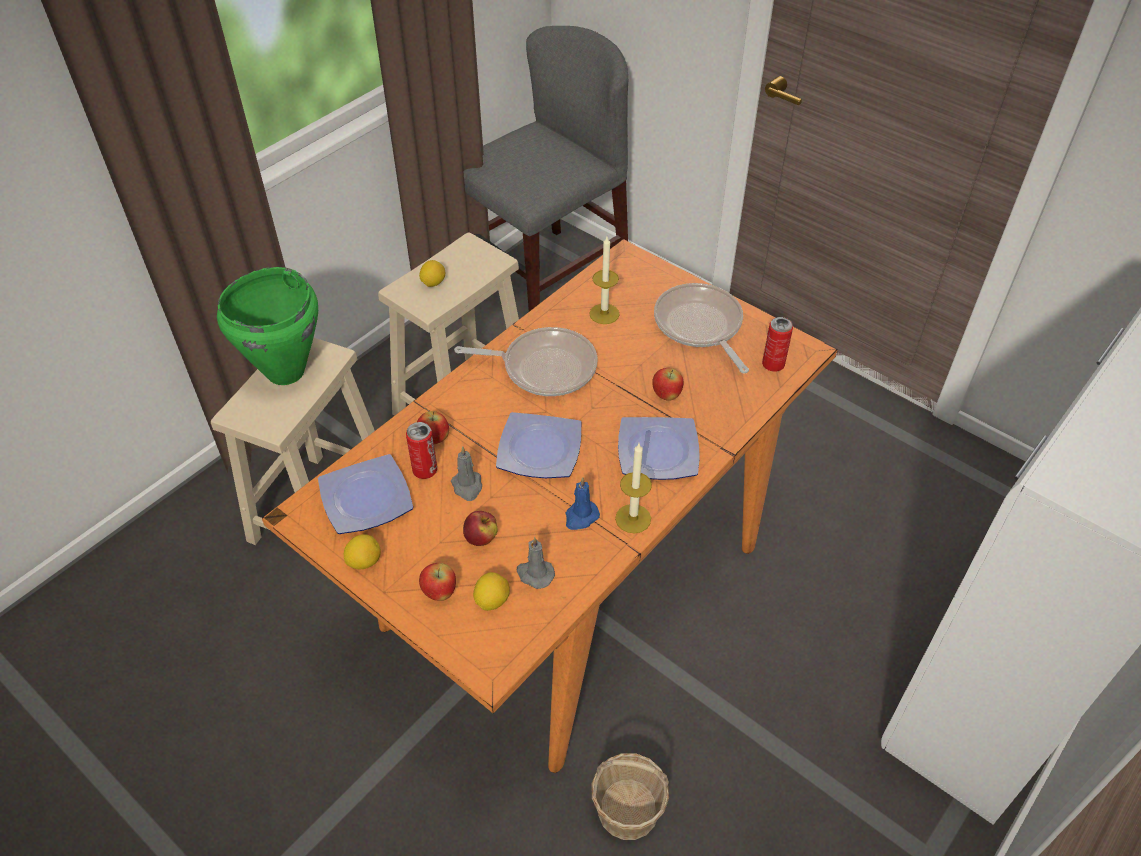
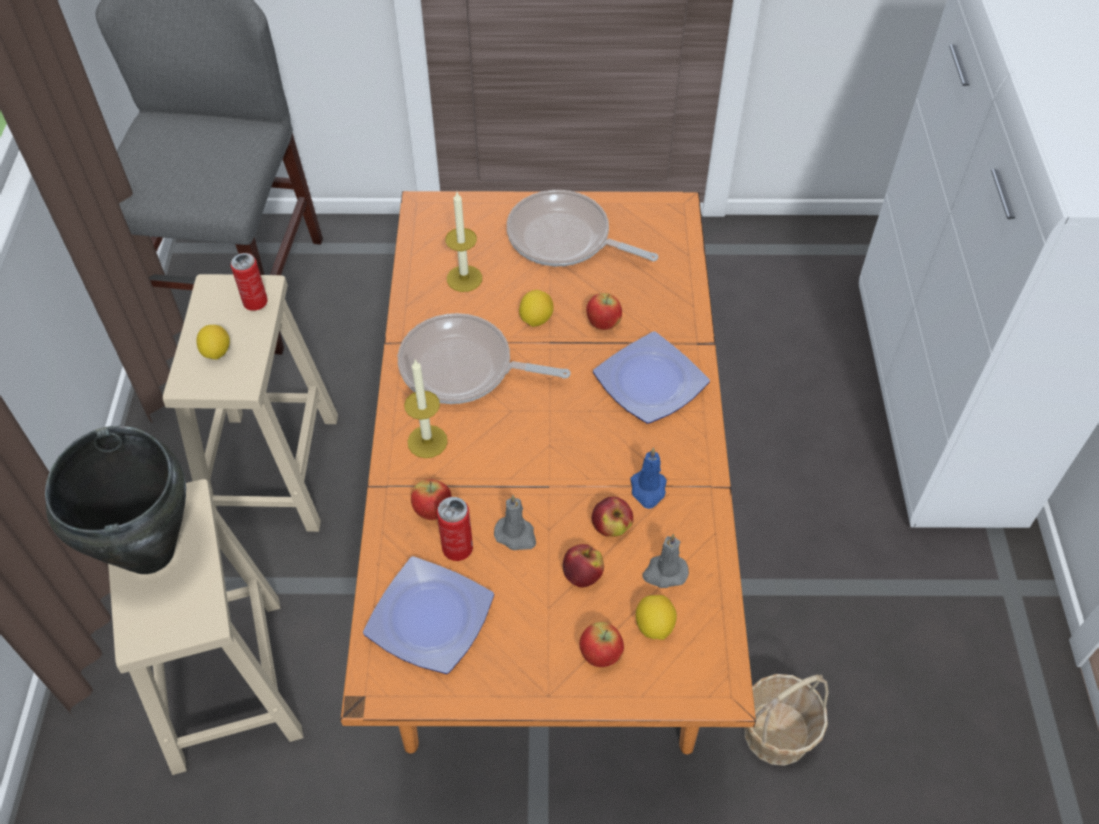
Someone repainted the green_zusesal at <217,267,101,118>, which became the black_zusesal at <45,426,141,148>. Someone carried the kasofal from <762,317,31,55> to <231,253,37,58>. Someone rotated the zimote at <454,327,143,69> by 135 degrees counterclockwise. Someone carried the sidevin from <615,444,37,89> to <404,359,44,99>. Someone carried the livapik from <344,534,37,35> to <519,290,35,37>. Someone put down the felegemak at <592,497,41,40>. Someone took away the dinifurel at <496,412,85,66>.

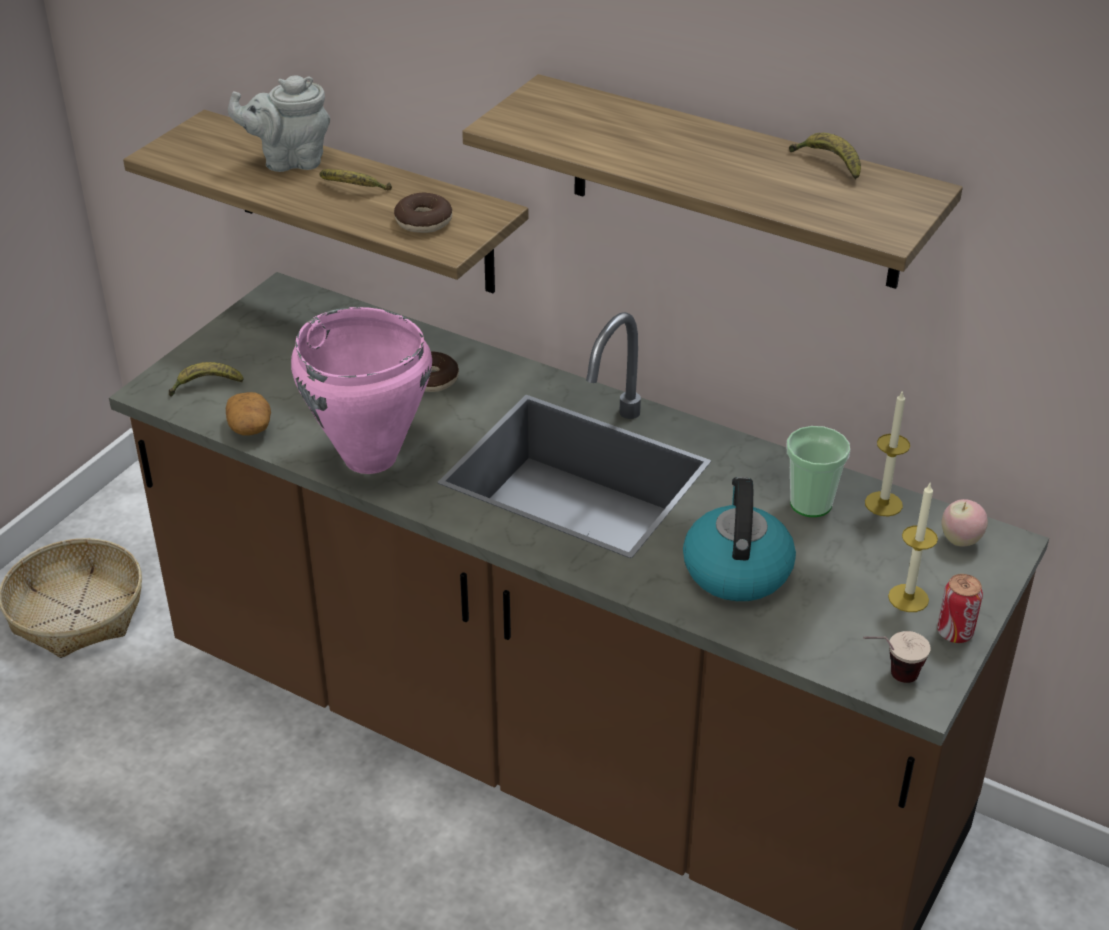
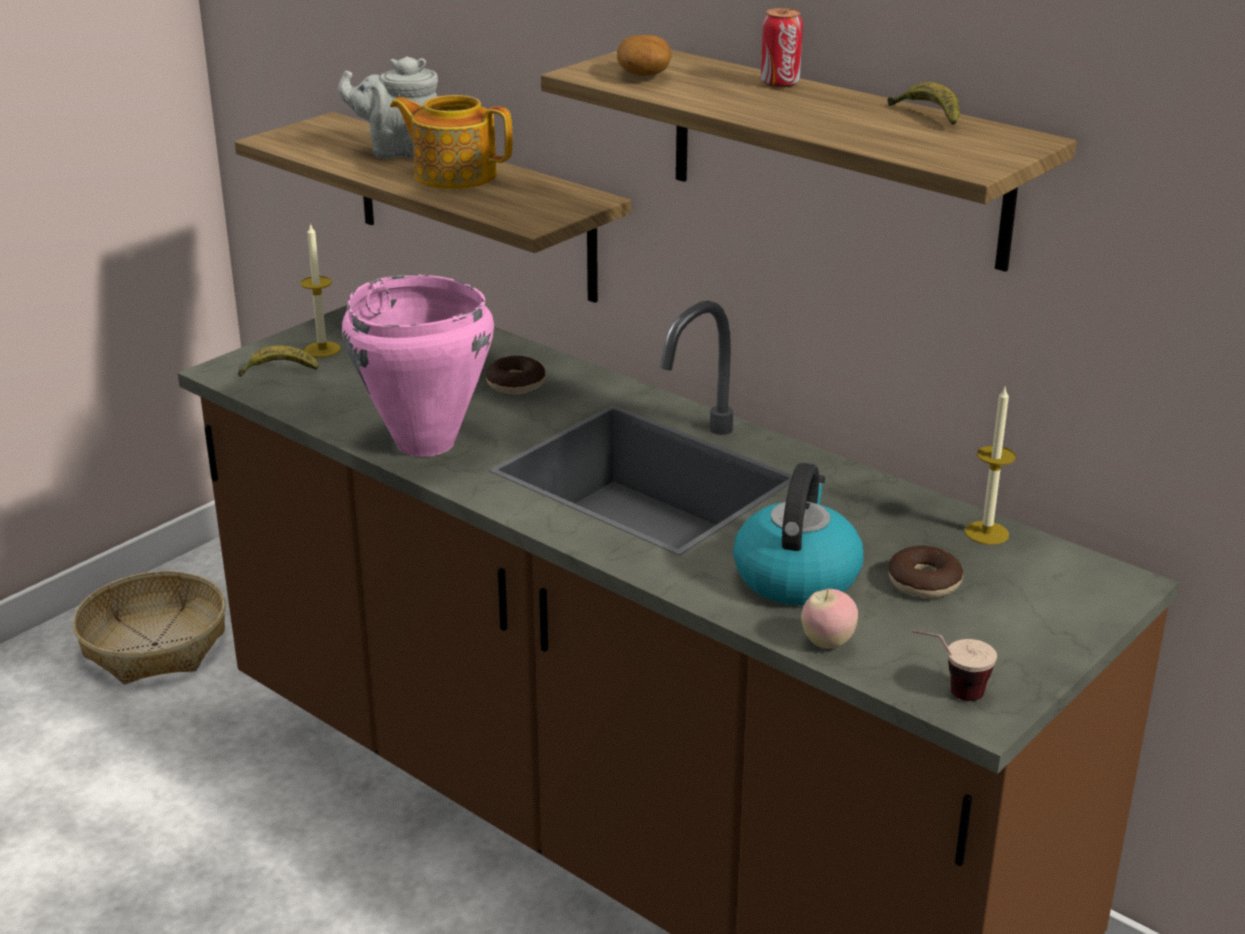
Someone carried the sidevin from <888,483,50,129> to <300,223,41,134>. Someone swapped the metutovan at <319,169,73,21> for the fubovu at <390,95,123,94>. Someone carried the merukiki from <226,392,45,44> to <617,35,55,41>. Someone carried the kasofal from <937,574,46,69> to <761,8,42,80>. Someone carried the felegemak from <941,499,47,48> to <801,589,57,60>. Someone carried the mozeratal from <394,193,58,40> to <888,546,75,52>. Someone took away the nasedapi at <786,426,64,91>.

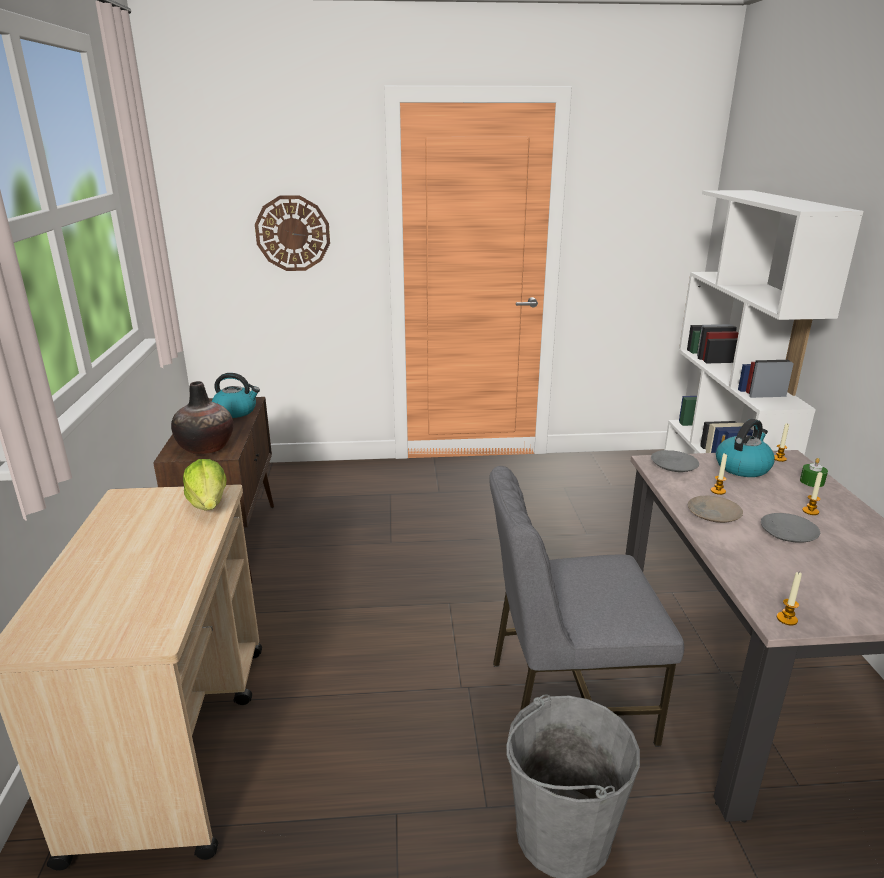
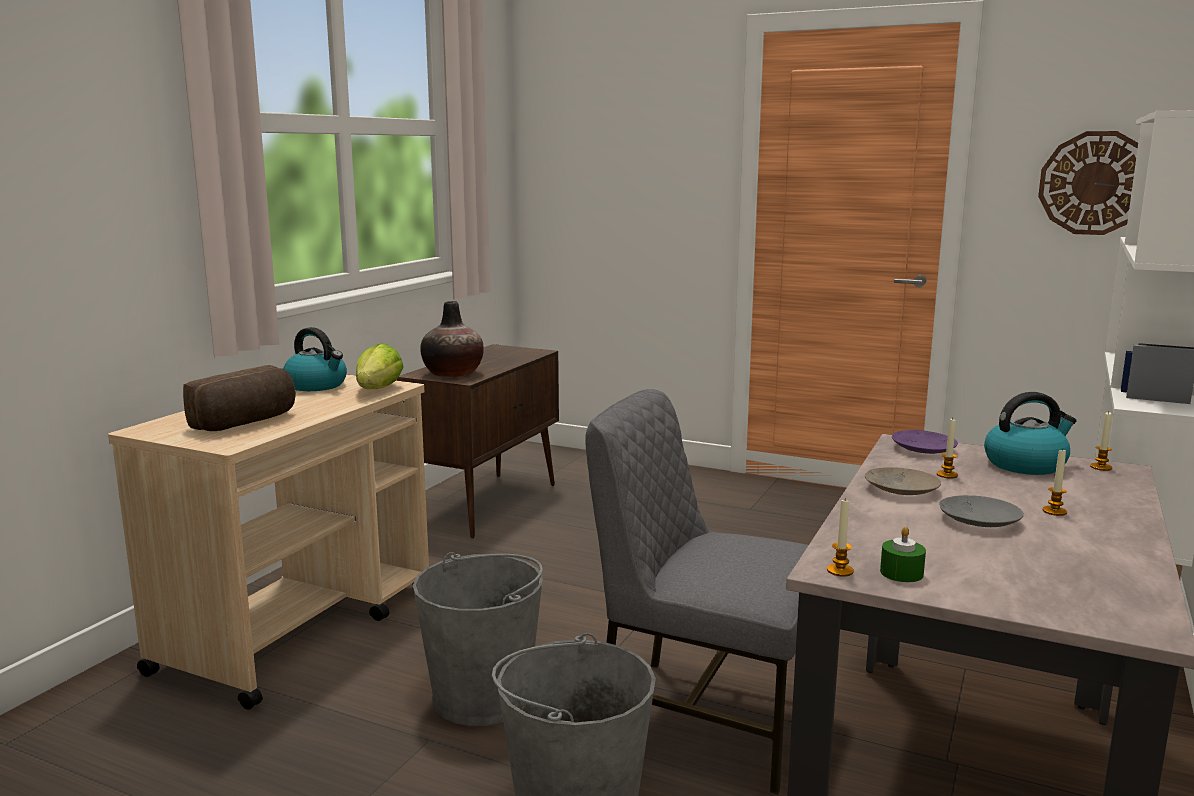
Someone put down the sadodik at <183,365,113,66>. Someone carried the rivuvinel from <212,373,48,45> to <283,327,64,64>. Someone put down the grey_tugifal at <413,552,130,174>. Someone carried the green_sidevin from <800,458,28,29> to <880,526,46,56>. Someone repainted the grey_dinifurel at <651,450,48,22>, which became the purple_dinifurel at <892,430,66,24>. Someone carried the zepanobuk from <255,195,75,76> to <1038,131,100,104>.

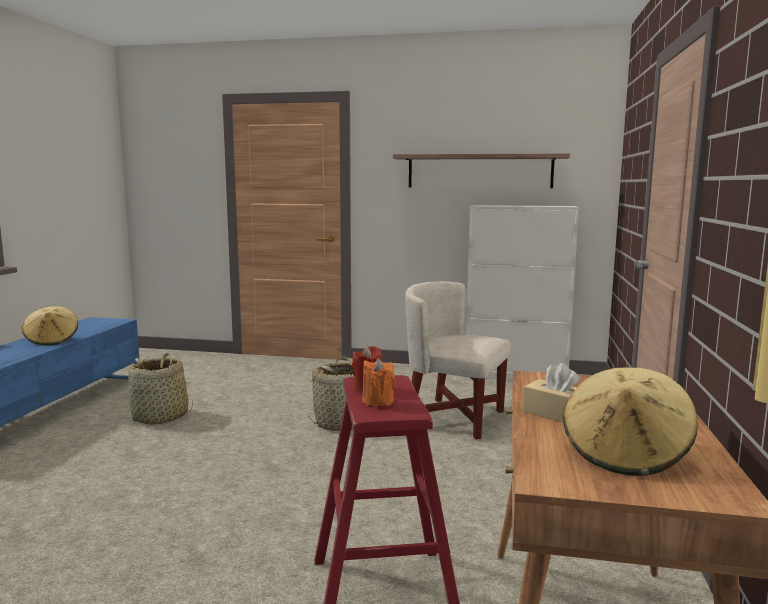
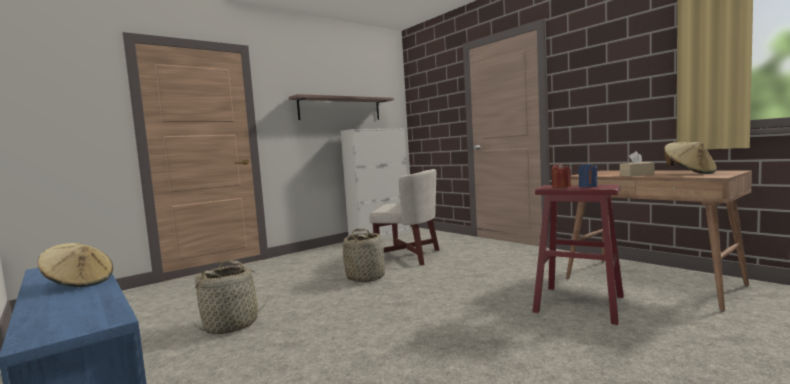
Someone rotated the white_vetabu at <405,281,106,158> by 135 degrees counterclockwise. Someone repainted the orange_sidevin at <362,358,33,49>, which became the blue_sidevin at <578,162,19,25>.

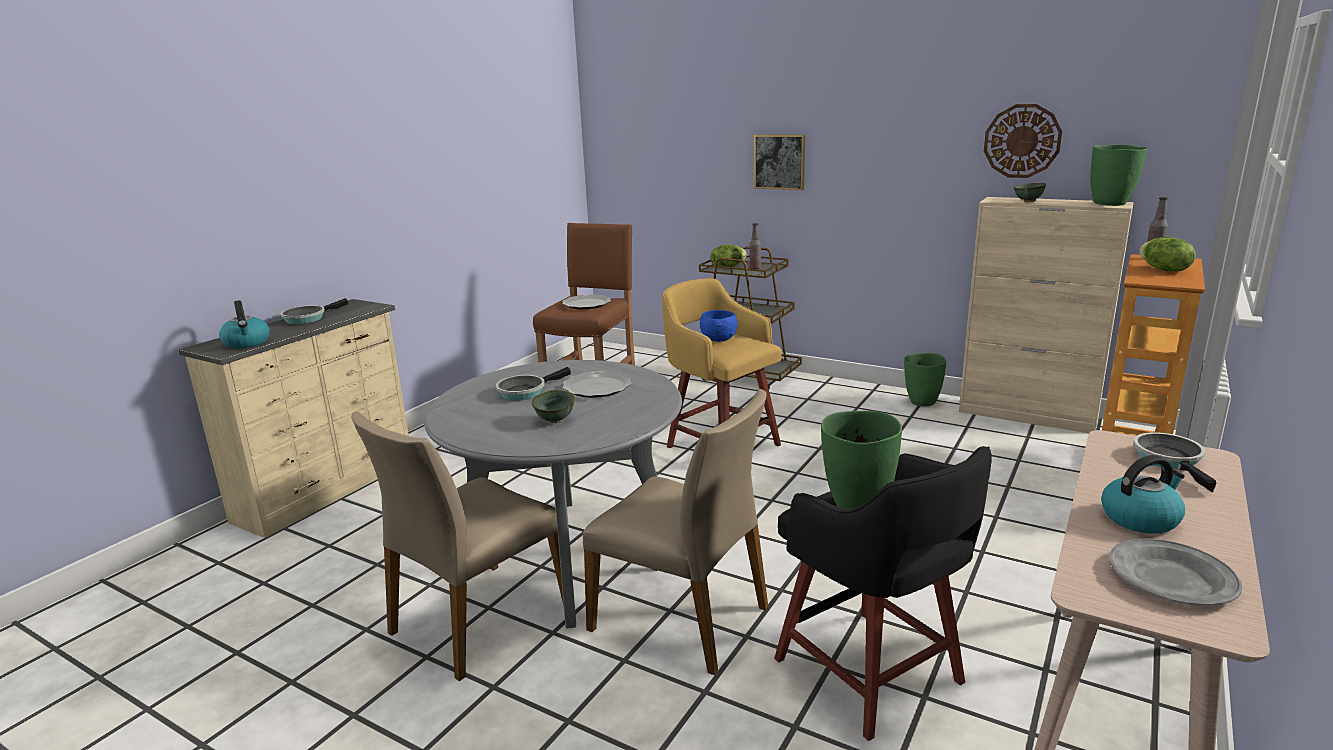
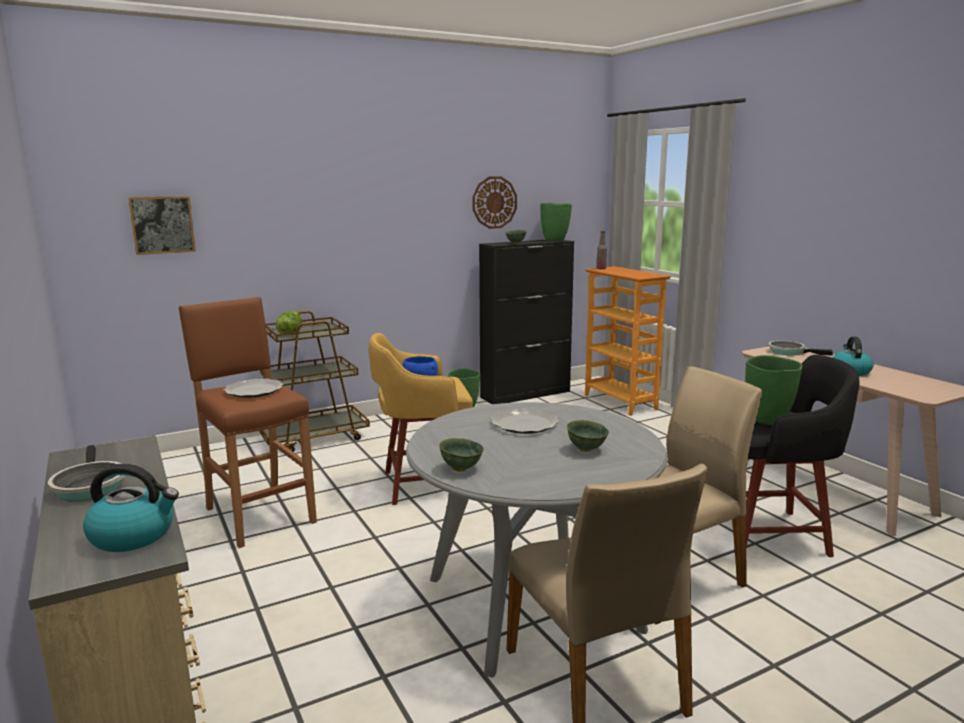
Someone carried the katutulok from <754,135,51,55> to <128,196,68,59>. Someone put down the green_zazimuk at <439,438,45,34>. Someone repainted the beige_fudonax at <959,197,175,236>, which became the black_fudonax at <479,240,95,164>. Someone took away the zimote at <496,367,75,34>. Someone took away the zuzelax at <749,223,12,46>. Someone took away the grey_dinifurel at <1109,539,133,67>. Someone took away the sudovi at <1139,237,57,34>.

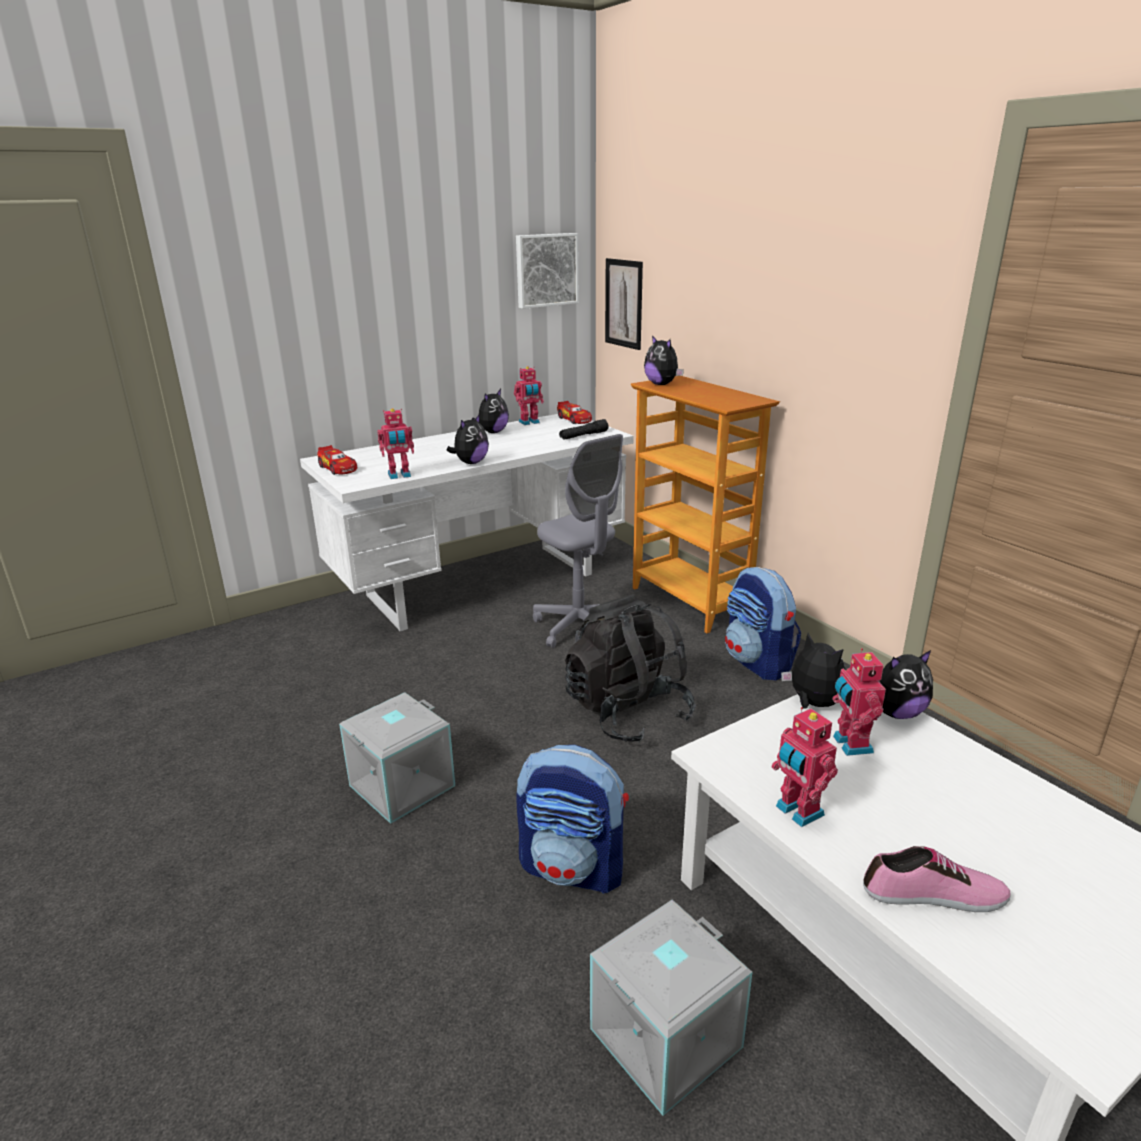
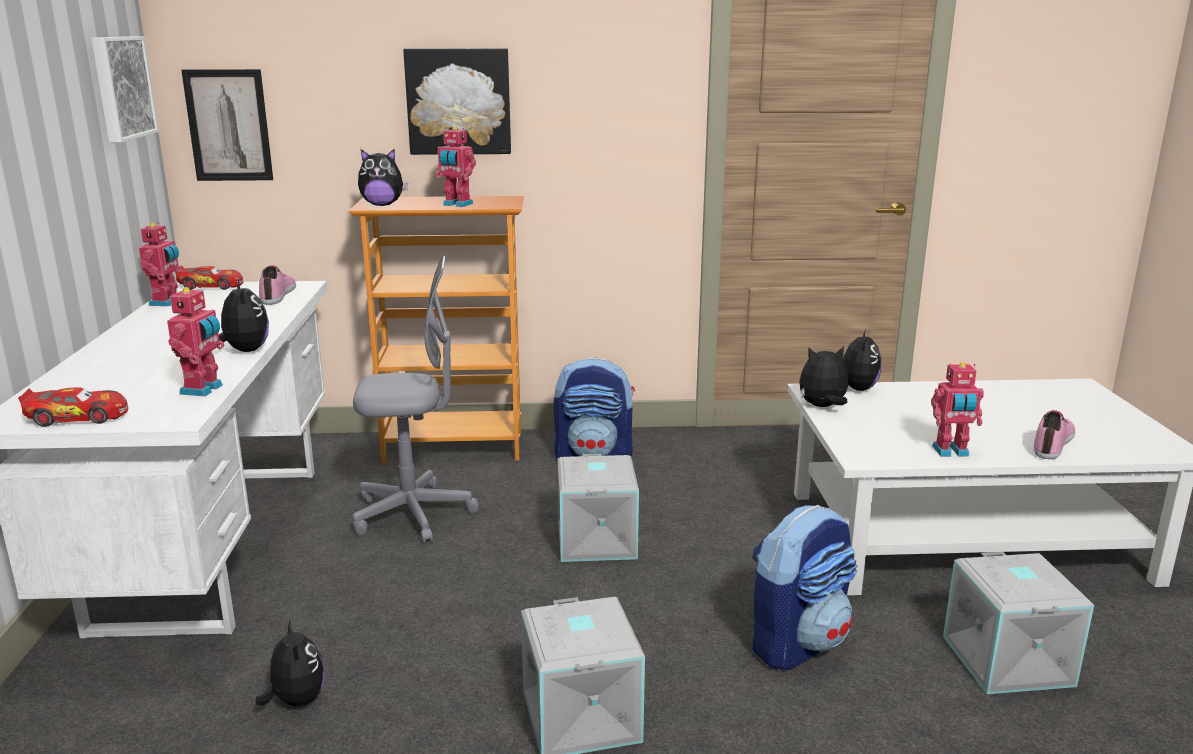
Someone carried the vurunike from <472,389,37,44> to <255,619,70,87>. Someone swapped the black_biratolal at <559,419,50,21> for the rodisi at <259,265,37,40>. Someone put up the katutulok at <403,48,108,107>. Someone carried the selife from <832,648,54,108> to <435,126,41,81>. Someone swapped the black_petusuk at <565,594,131,149> for the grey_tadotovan at <558,454,81,108>.

